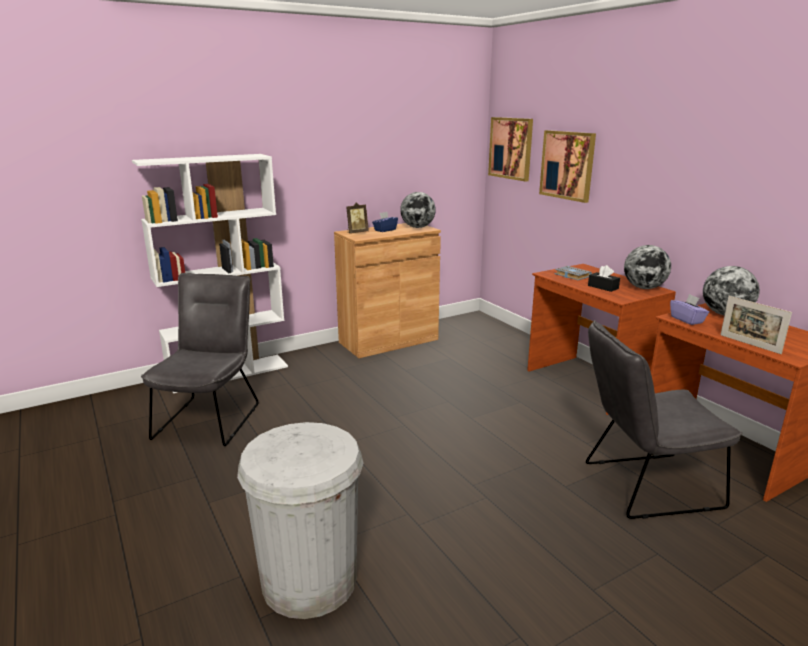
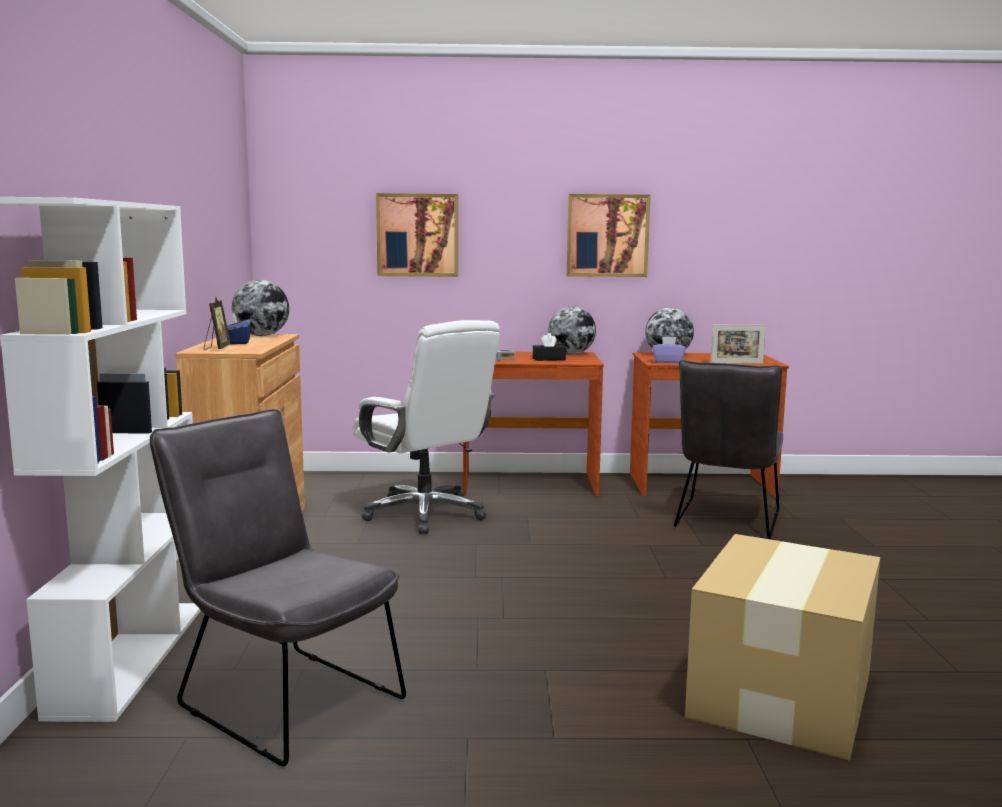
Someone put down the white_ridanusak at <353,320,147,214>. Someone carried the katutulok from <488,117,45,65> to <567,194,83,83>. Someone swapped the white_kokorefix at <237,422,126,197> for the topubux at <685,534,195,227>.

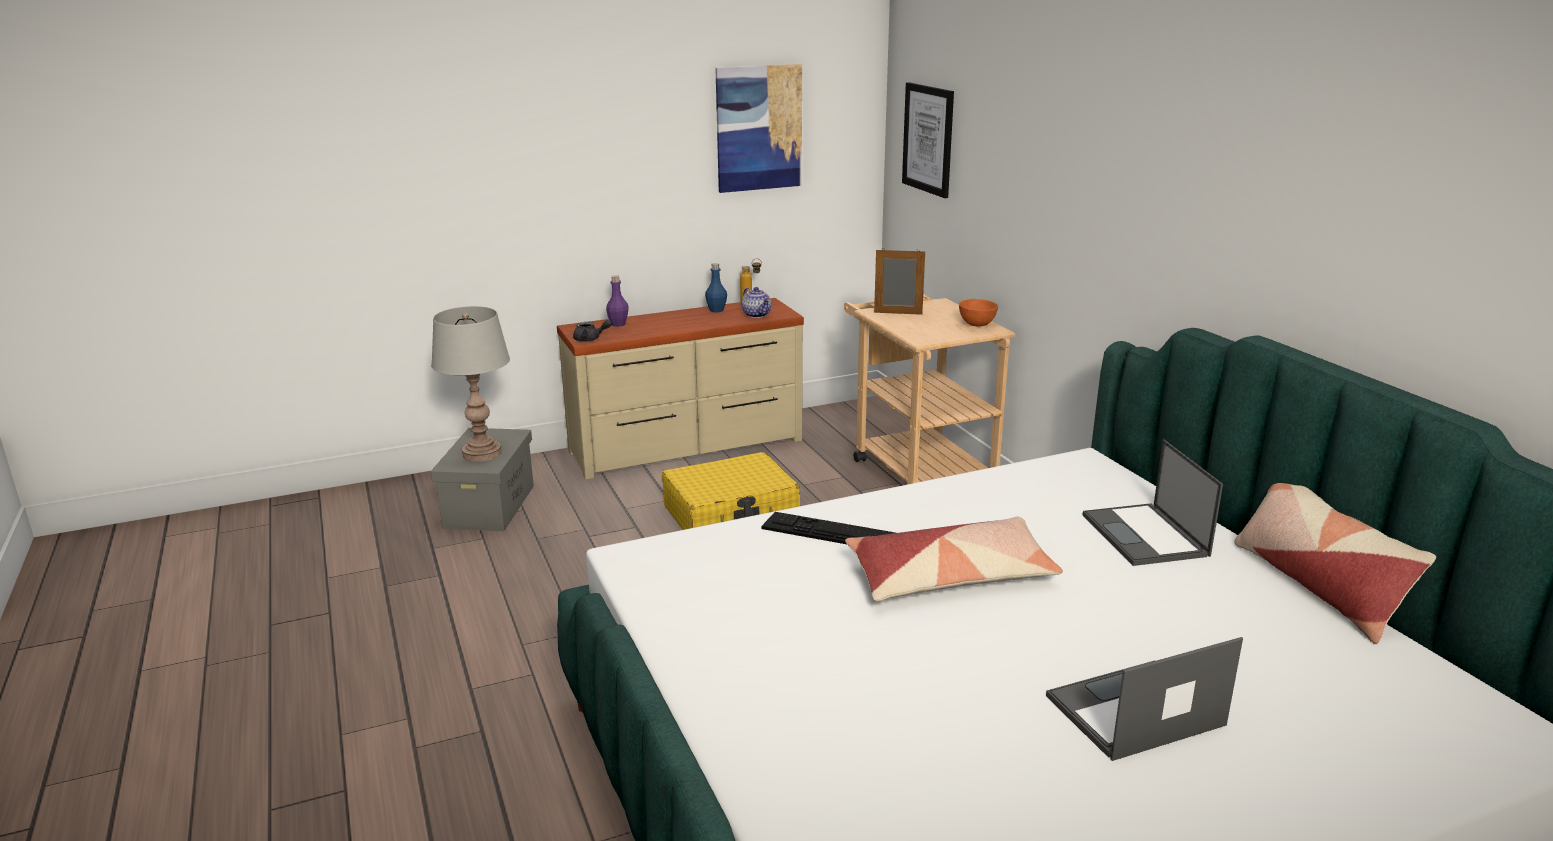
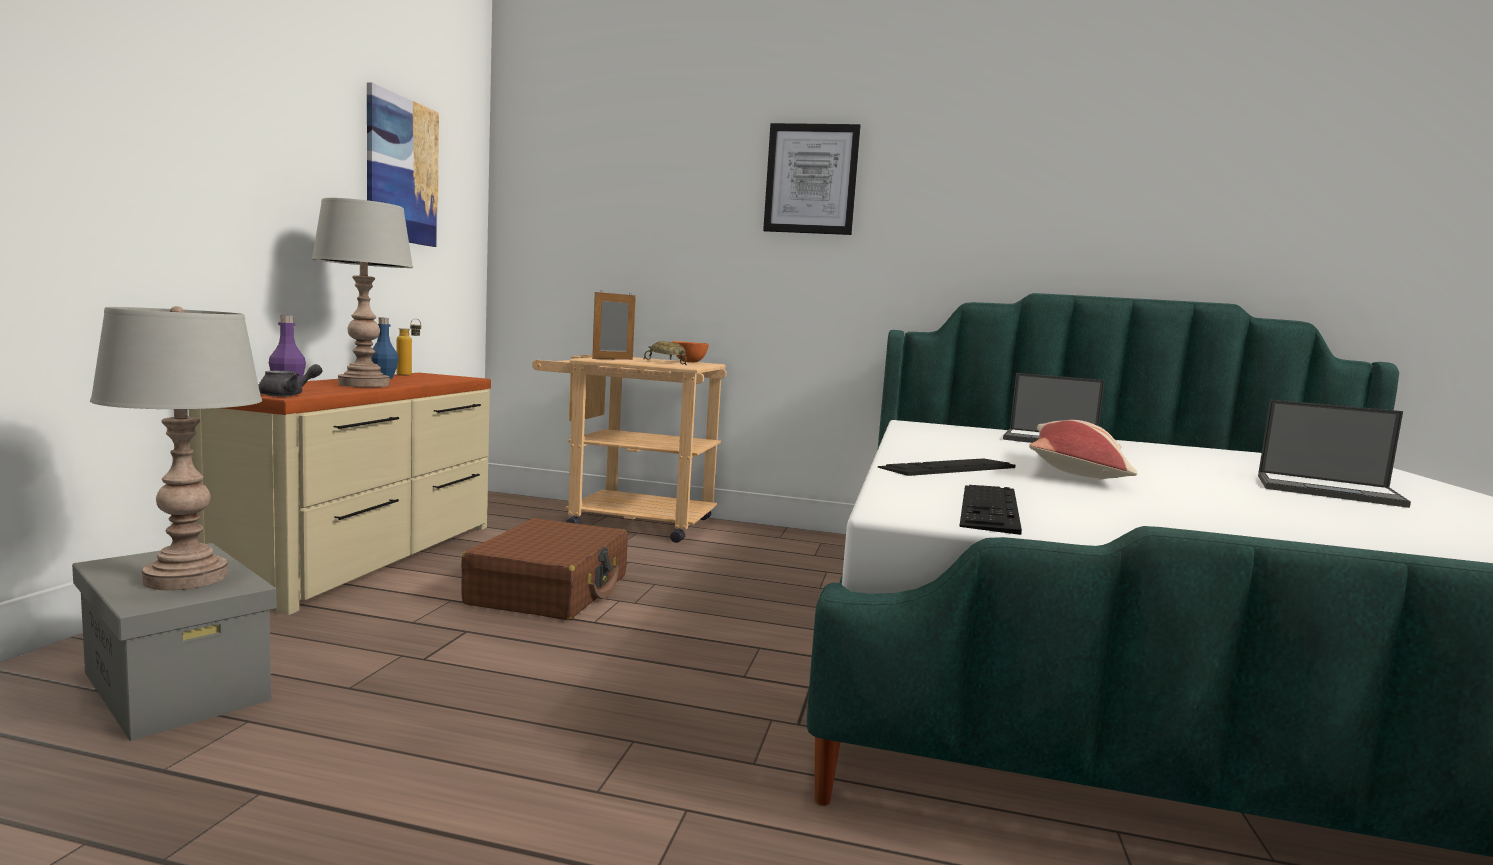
Someone put down the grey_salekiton at <311,198,102,189>. Someone repainted the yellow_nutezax at <662,452,138,78>, which became the brown_nutezax at <461,518,167,102>. Someone put down the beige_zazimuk at <643,341,44,24>. Someone carried the katutulok from <902,82,52,116> to <763,123,97,112>. Someone put down the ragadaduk at <959,485,63,50>. Someone rotated the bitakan at <1046,637,197,124> by 75 degrees counterclockwise. Someone took away the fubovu at <742,287,29,31>. Someone took away the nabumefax at <1234,483,202,161>.

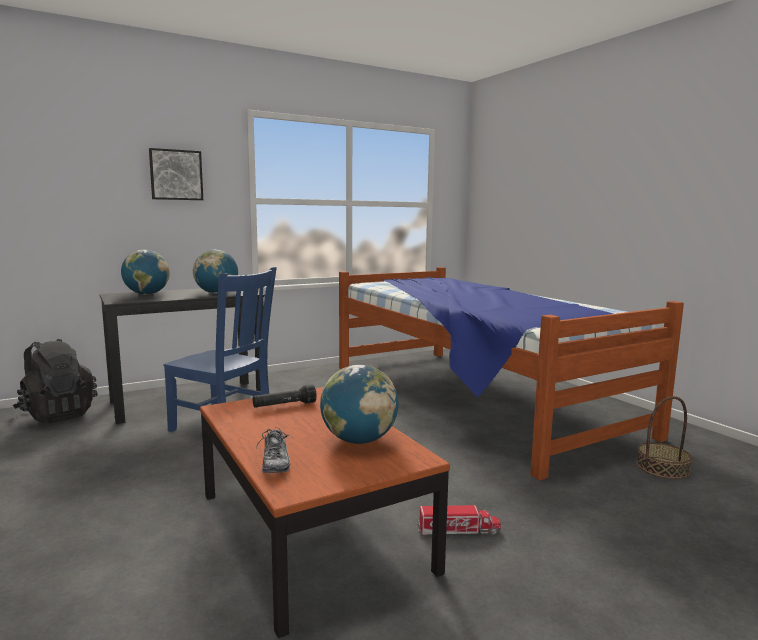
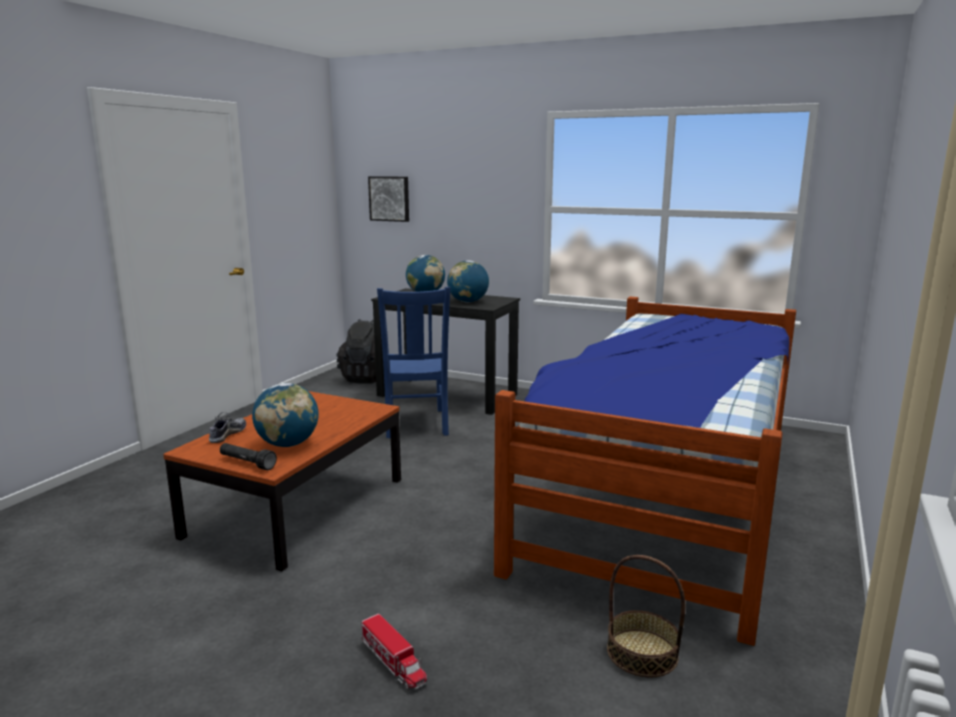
Someone rotated the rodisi at <256,427,38,46> by 150 degrees clockwise. Someone carried the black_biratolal from <253,384,64,24> to <220,443,57,27>. Someone carried the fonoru from <417,505,84,30> to <362,614,65,76>. Someone carried the katutulok from <149,148,54,52> to <368,176,41,46>.

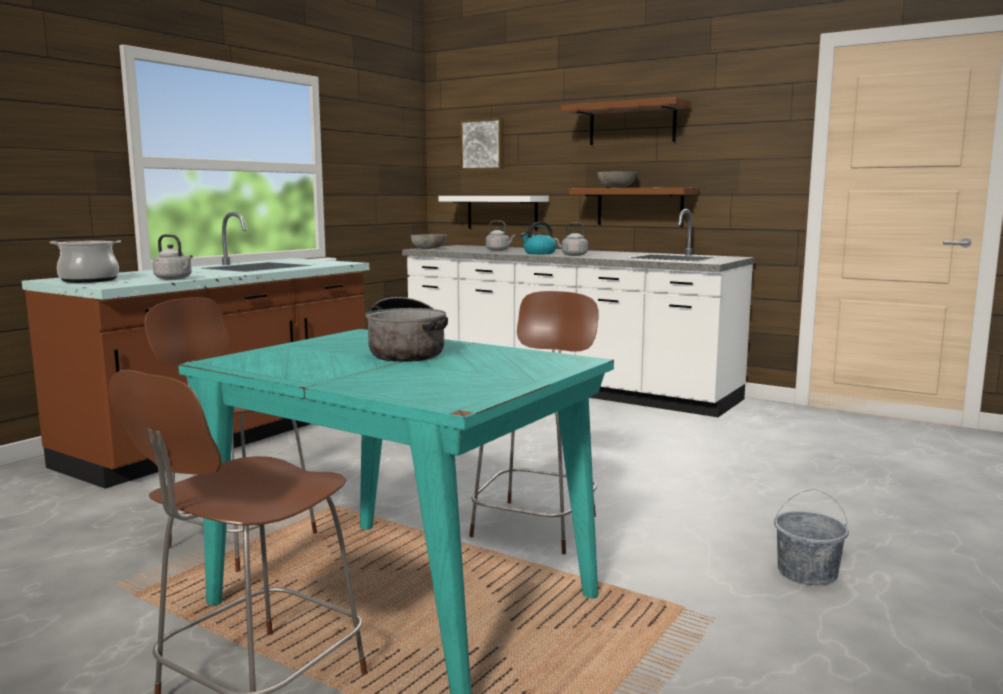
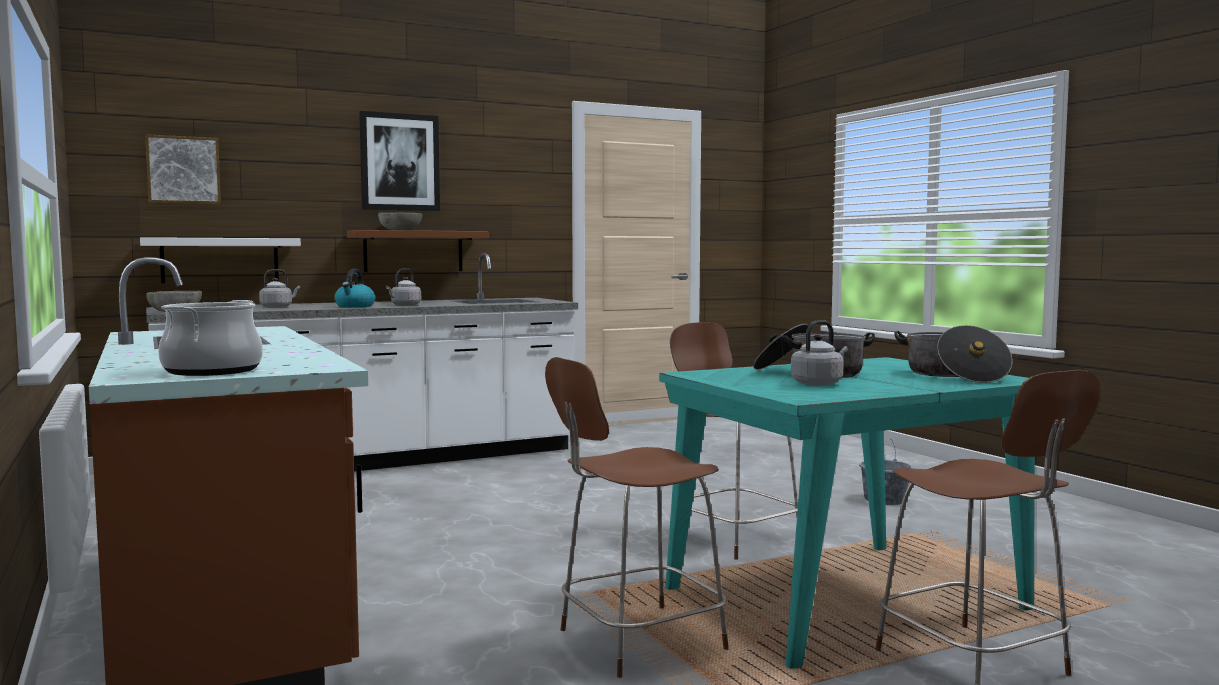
Someone swapped the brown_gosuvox at <561,97,130,48> for the katutulok at <359,111,81,100>. Someone carried the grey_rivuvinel from <153,234,40,46> to <791,320,57,66>. Someone put down the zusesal at <894,325,119,58>.

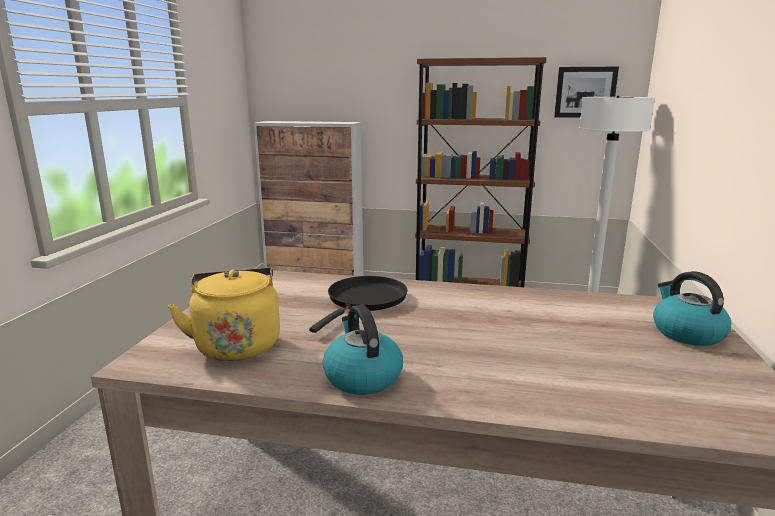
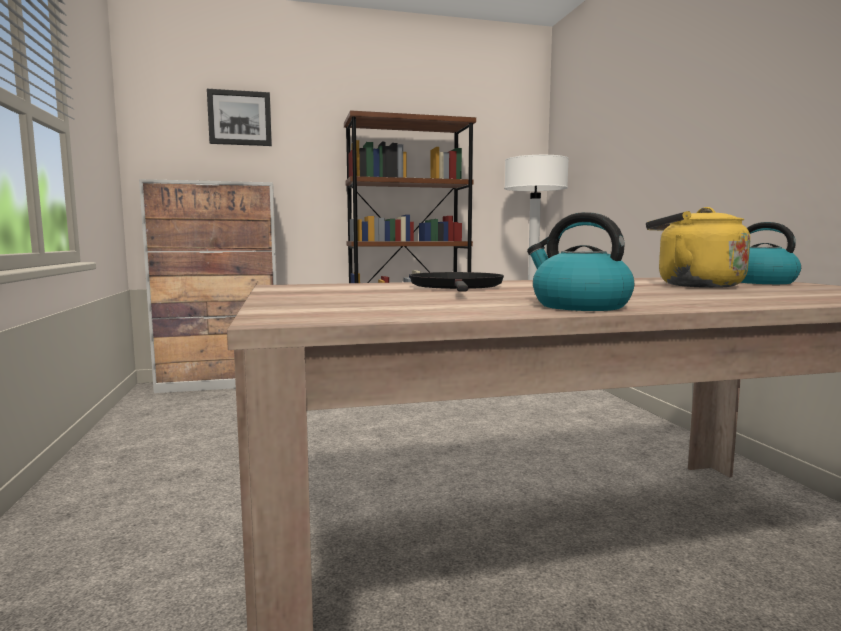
Someone carried the katutulok from <554,67,65,51> to <207,89,65,57>. Someone carried the yellow_rivuvinel from <168,268,112,93> to <646,207,104,81>.

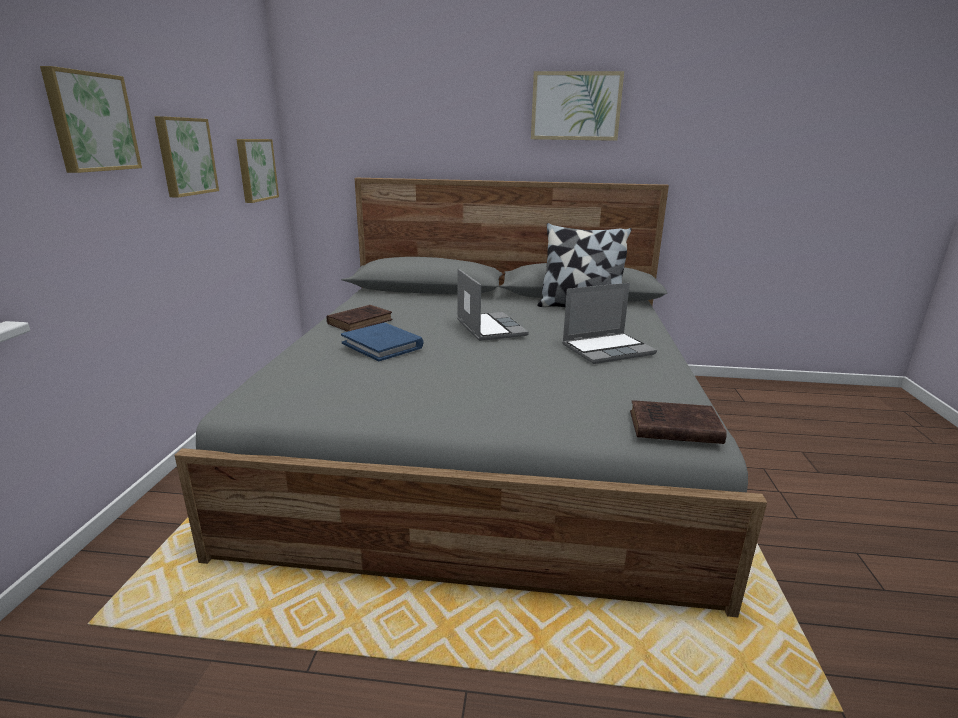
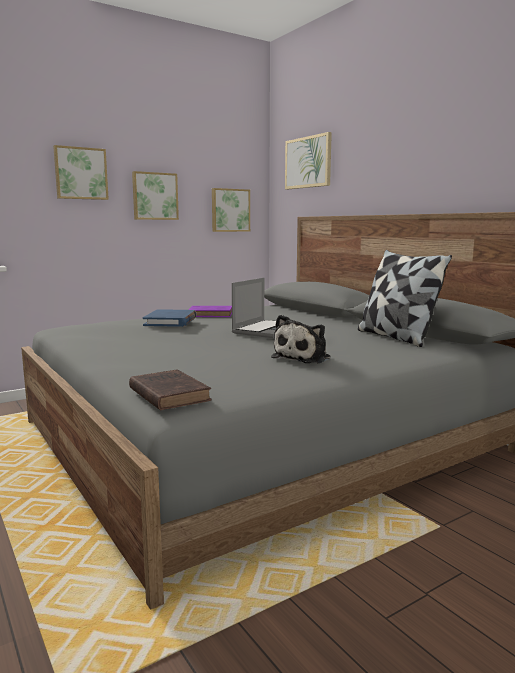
Someone repainted the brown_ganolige at <327,305,66,27>, which became the purple_ganolige at <189,306,43,11>. Someone swapped the bitakan at <562,283,95,81> for the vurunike at <271,315,59,48>. Someone carried the katutulok from <531,71,93,70> to <285,132,47,57>.

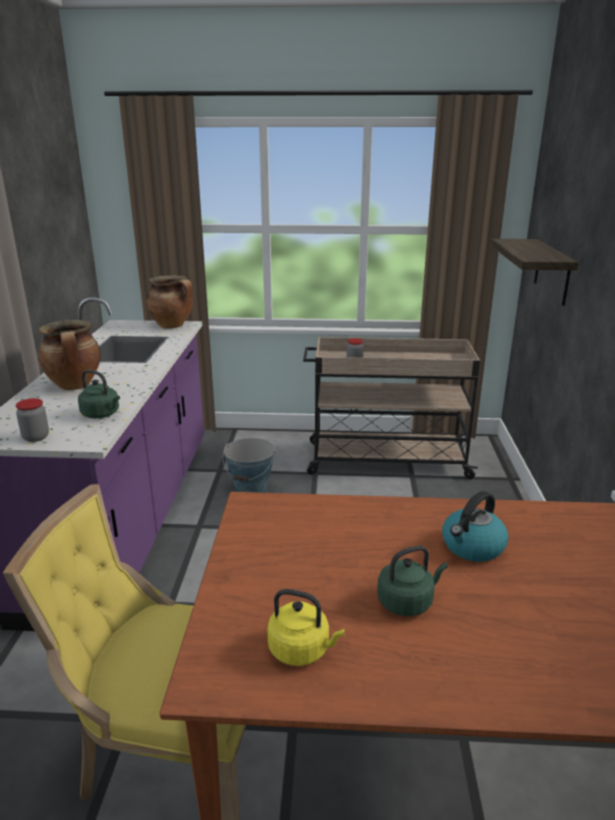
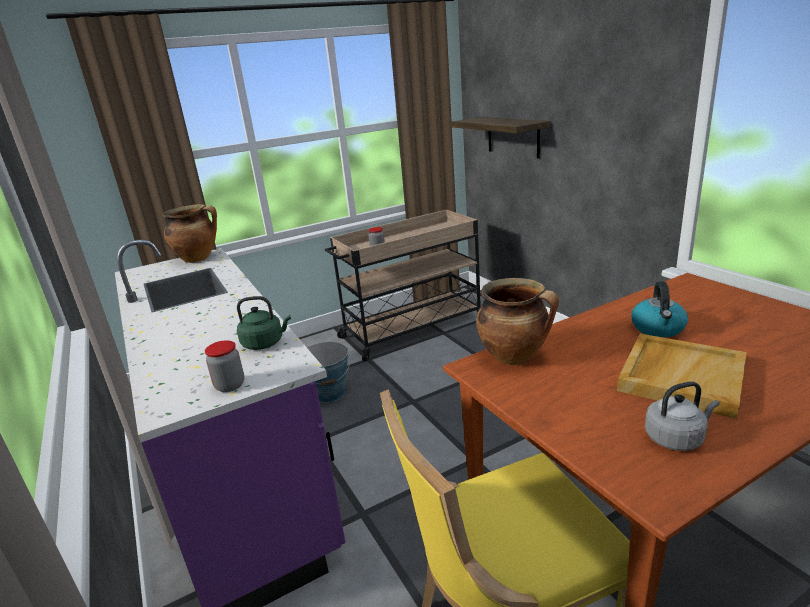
Someone carried the zusesal from <38,320,63,70> to <476,278,83,87>. Someone swapped the green_rivuvinel at <377,546,71,70> for the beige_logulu at <617,334,130,85>. Someone repainted the yellow_rivuvinel at <267,589,78,77>, which became the grey_rivuvinel at <645,381,74,70>.

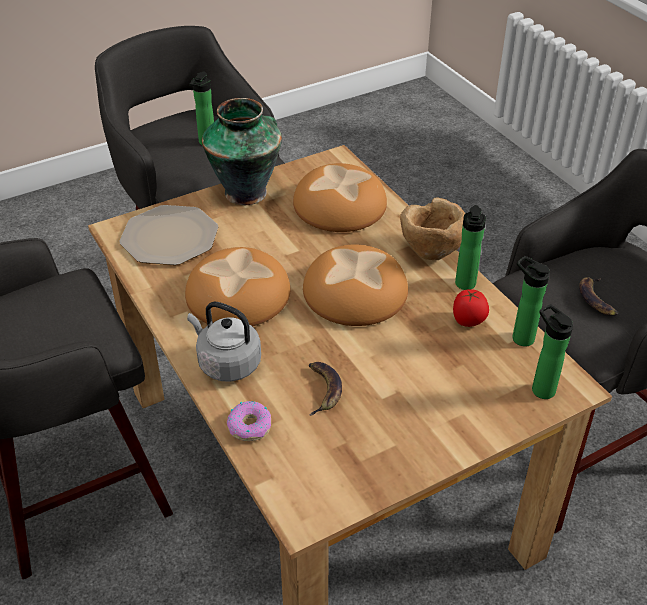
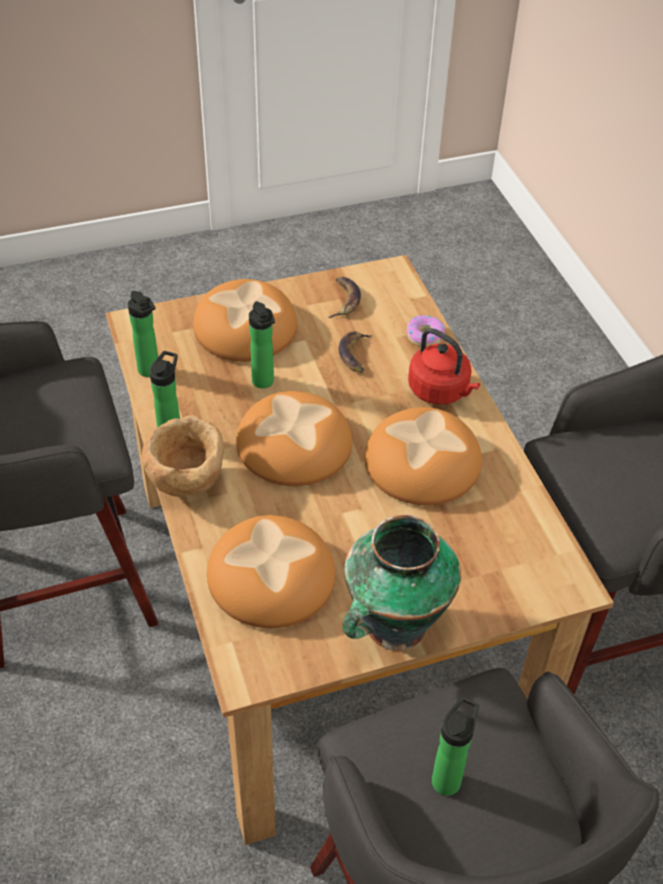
Someone put down the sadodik at <193,279,104,83>. Someone carried the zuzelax from <532,304,41,95> to <249,301,26,87>. Someone carried the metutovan from <579,277,39,38> to <328,277,33,41>. Someone repainted the grey_rivuvinel at <187,302,74,80>, which became the red_rivuvinel at <408,328,72,76>. Someone took away the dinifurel at <119,205,99,60>. Someone took away the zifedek at <453,289,36,38>.

